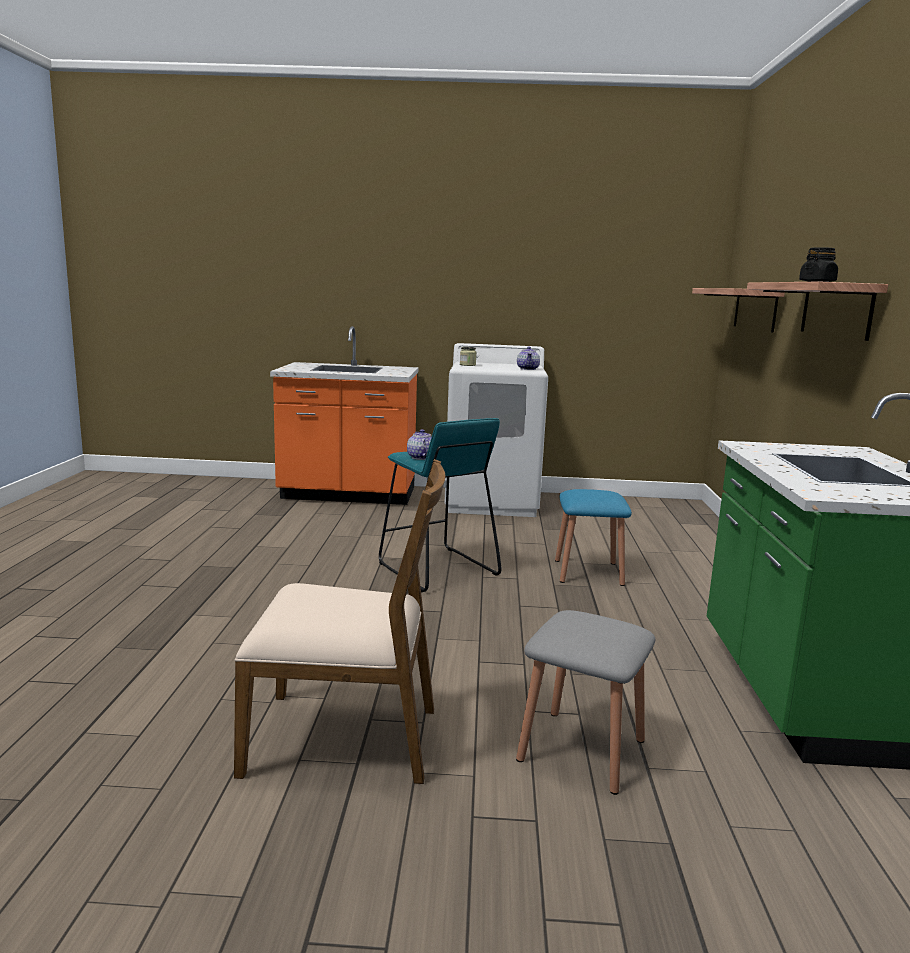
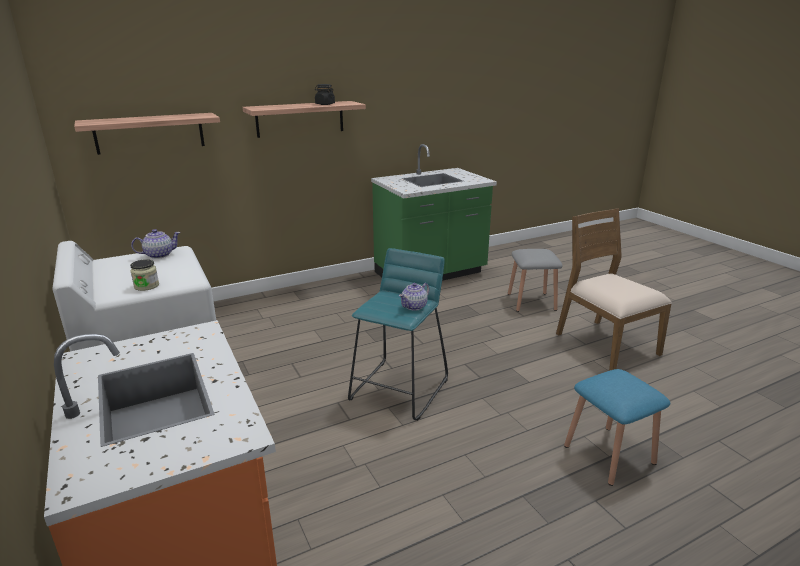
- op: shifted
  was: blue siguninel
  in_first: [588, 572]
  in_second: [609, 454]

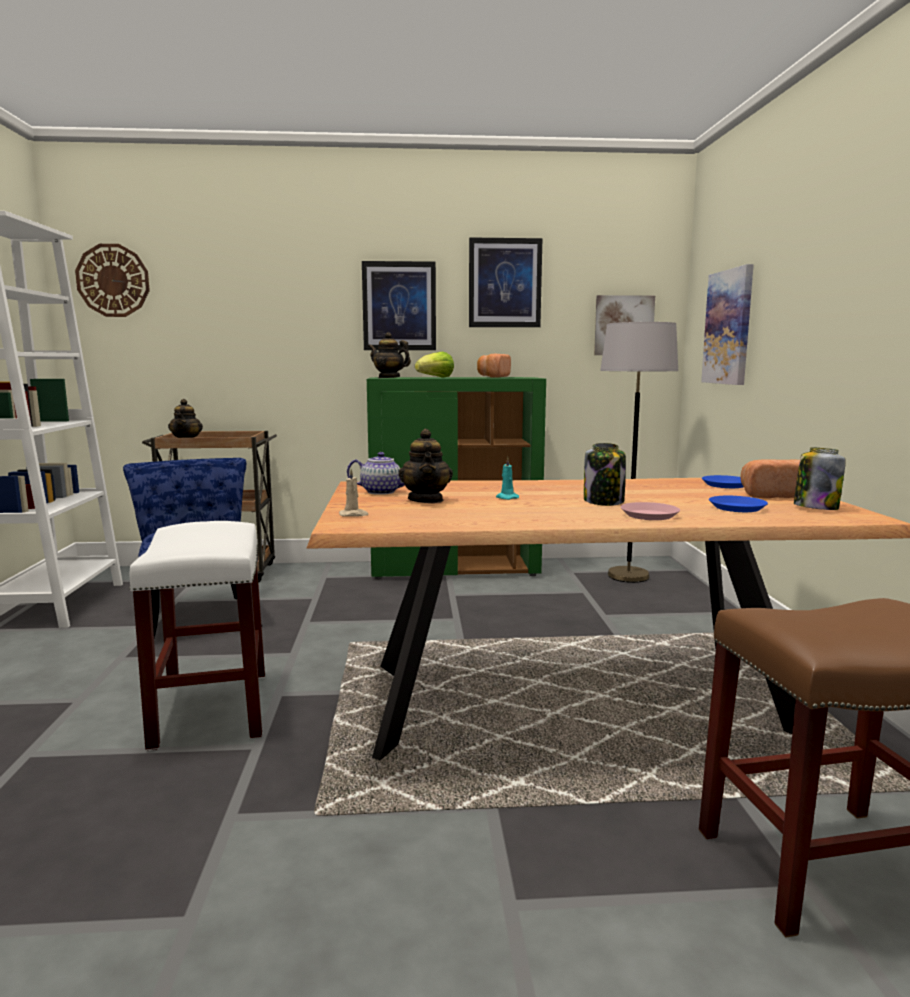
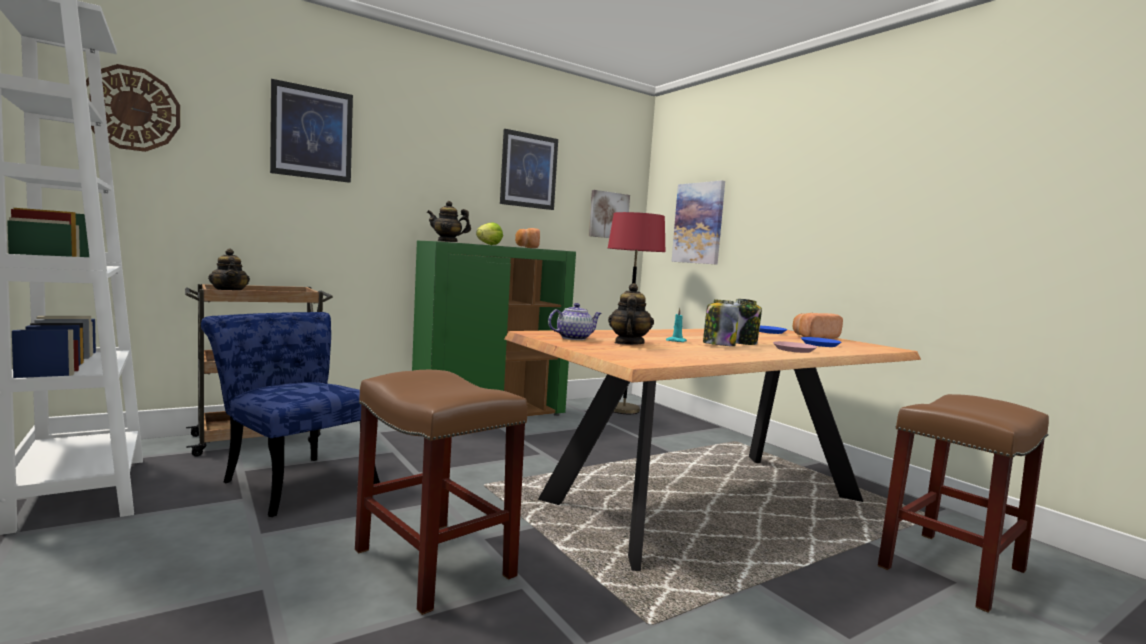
- op: gone
  was: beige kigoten
  in_first: [354, 515]
- op: shifted
  was: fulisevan
  in_first: [399, 306]
  in_second: [312, 133]
- op: shifted
  was: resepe
  in_first: [815, 507]
  in_second: [718, 345]
- op: repainted
  was: white siguninel
  now: brown siguninel
  in_first: [210, 708]
  in_second: [432, 563]
- op: repainted
  was: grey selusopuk
  now: red selusopuk
  in_first: [628, 576]
  in_second: [623, 410]
- op: rotated
  was: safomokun
  in_first: [426, 500]
  in_second: [628, 343]
  clockwise: -135

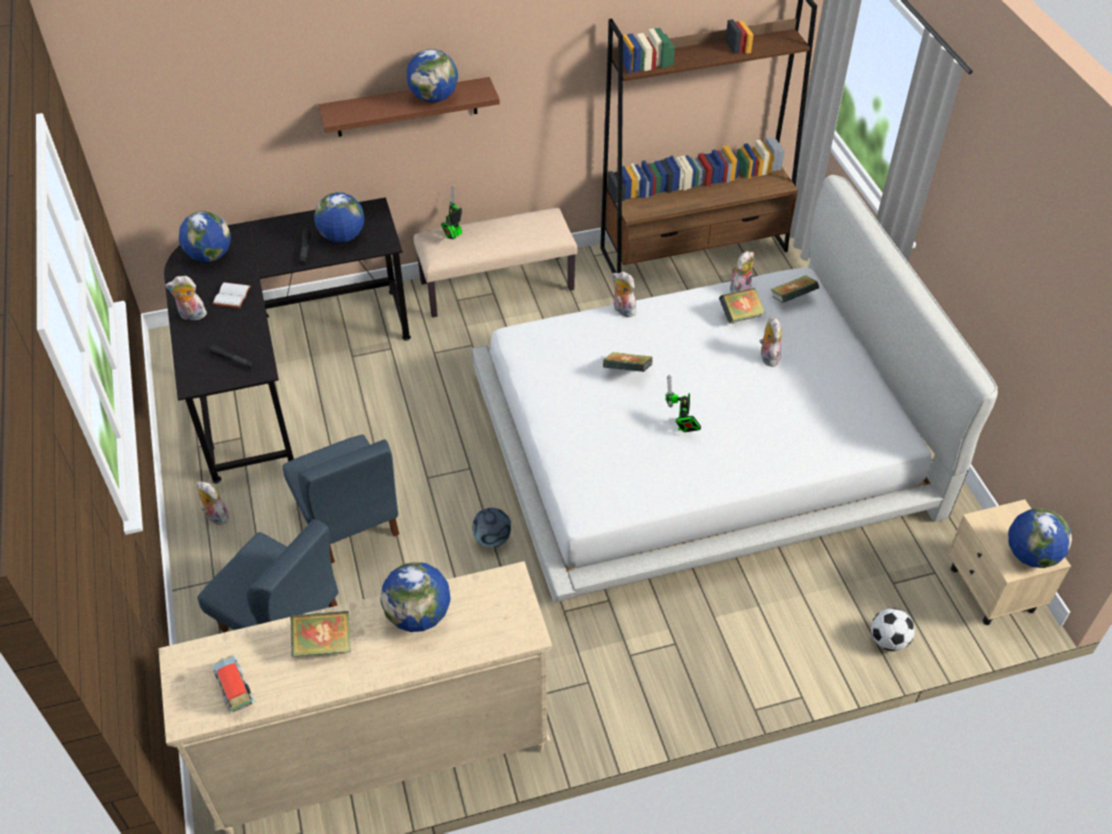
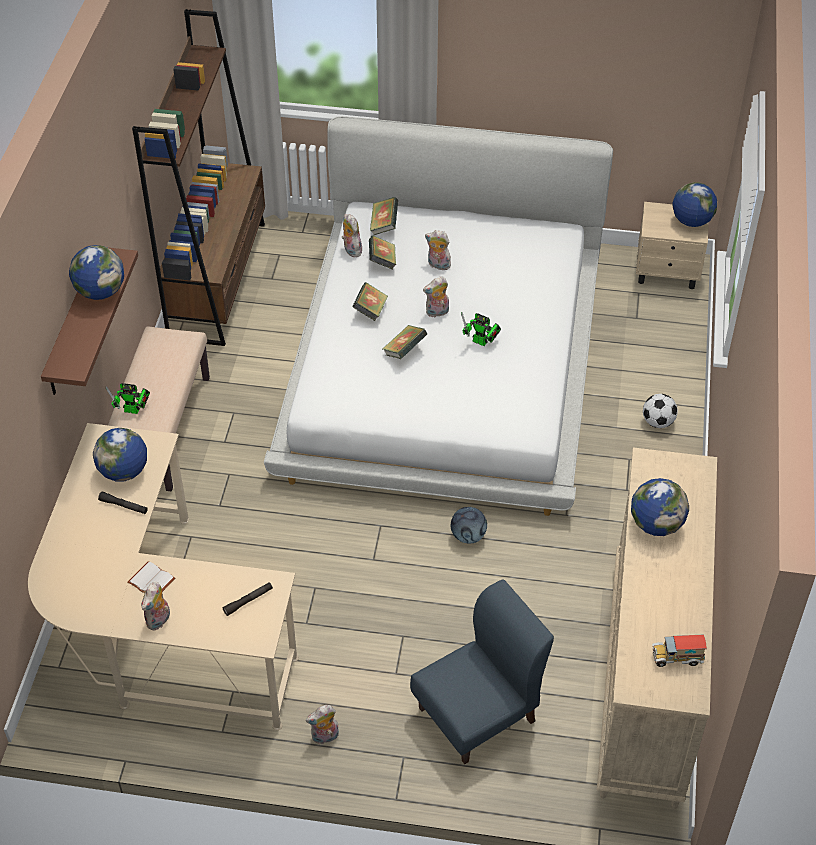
- op: gone
  was: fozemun
  in_first: [210, 256]
- op: gone
  was: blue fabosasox
  in_first: [348, 520]
- op: shifted
  was: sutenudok
  in_first: [323, 644]
  in_second: [370, 311]
- op: shifted
  was: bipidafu
  in_first: [622, 310]
  in_second: [437, 313]
- op: shifted
  was: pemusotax
  in_first: [888, 640]
  in_second: [658, 422]
- op: repainted
  was: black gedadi
  now: beige gedadi
  in_first: [283, 368]
  in_second: [157, 631]
- op: rotated
  was: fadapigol
  in_first: [453, 236]
  in_second: [134, 410]
  clockwise: -60

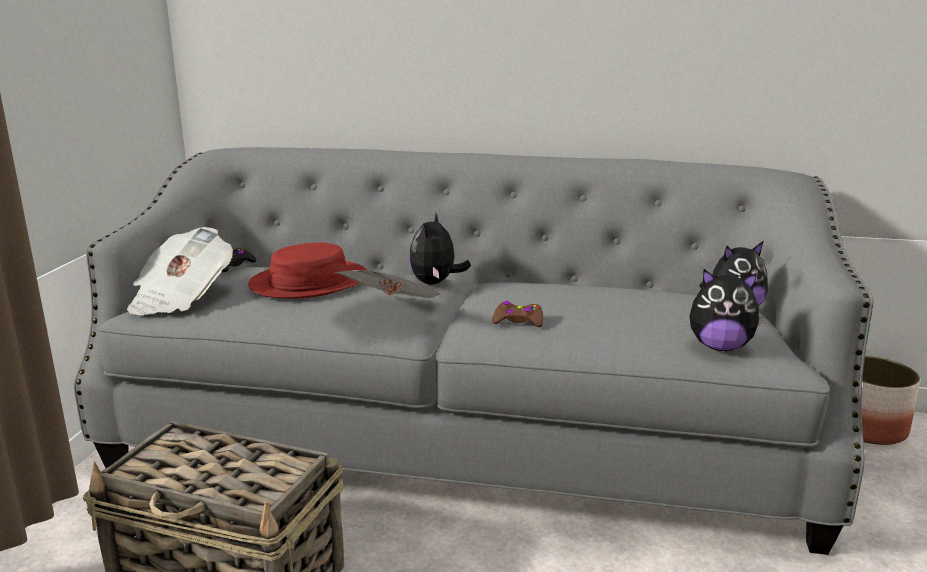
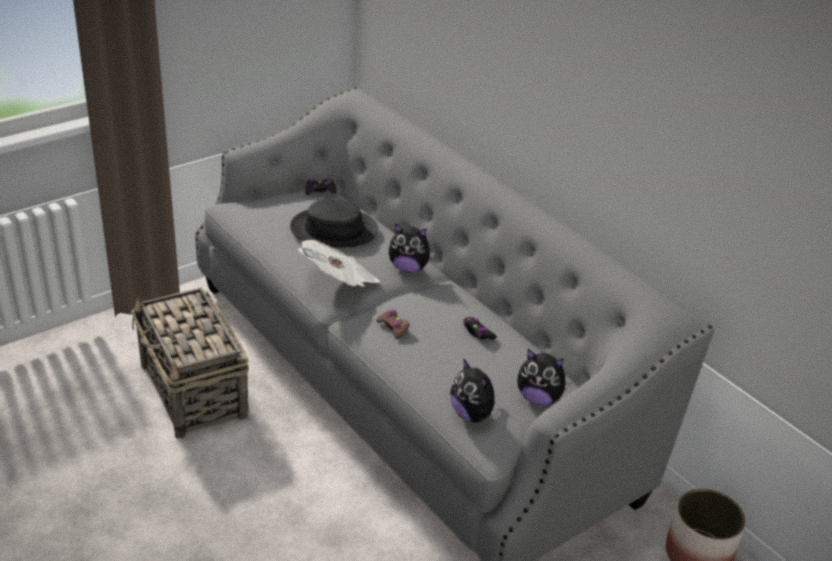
- op: gone
  was: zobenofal
  in_first: [180, 298]
- op: new
  now: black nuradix
  in_second: [478, 332]
- op: repainted
  was: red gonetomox
  now: black gonetomox
  in_first: [309, 282]
  in_second: [334, 229]
- op: rotated
  was: bipidafu
  in_first: [435, 283]
  in_second: [409, 268]
  clockwise: -135

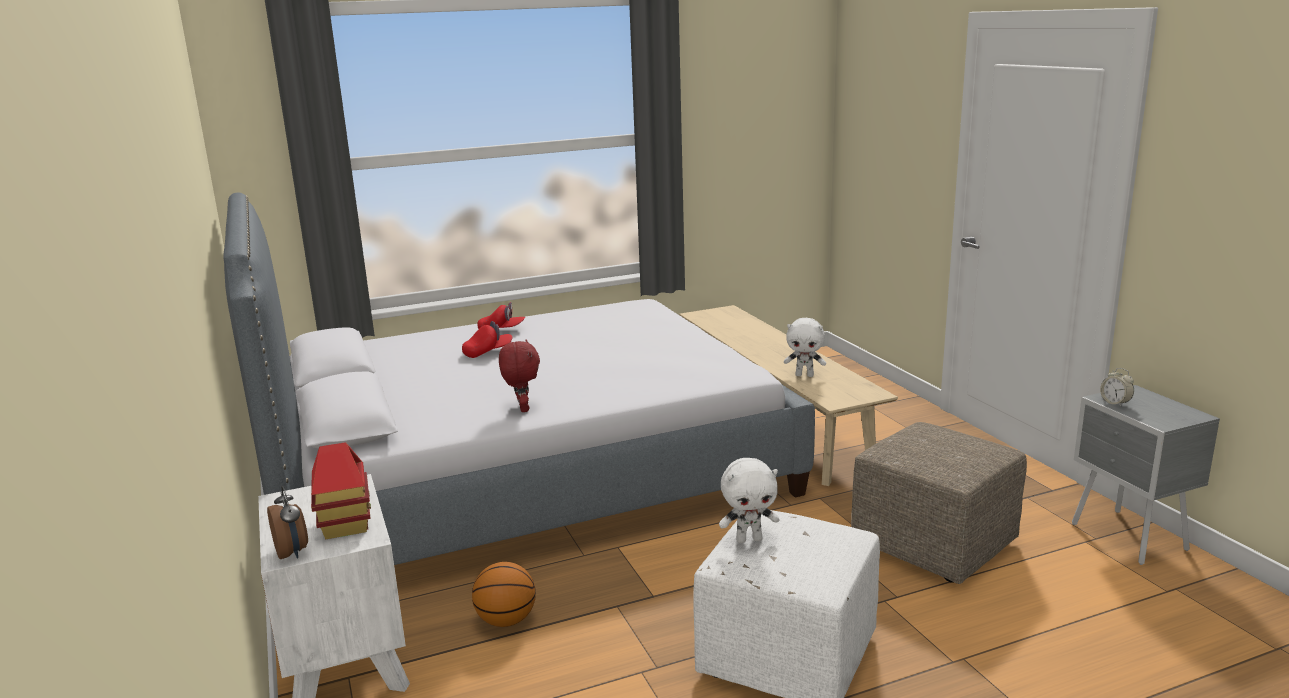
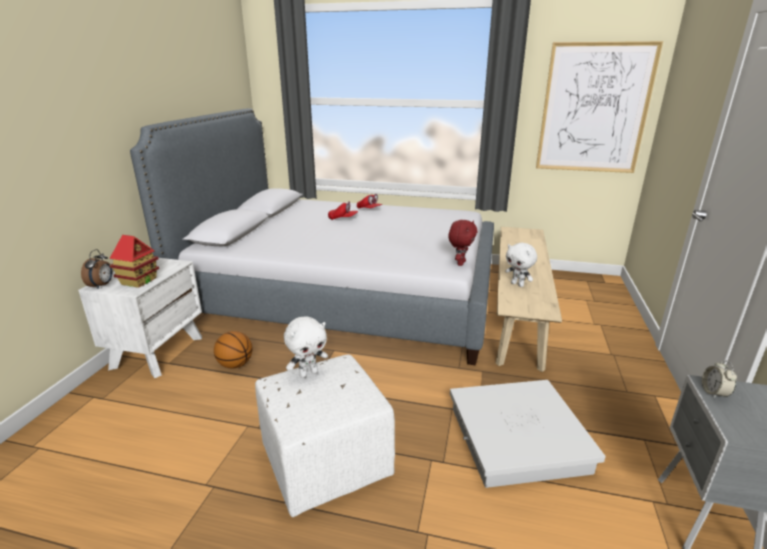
- op: new
  now: fulisevan
  in_second: [594, 109]
- op: shifted
  was: red bipidafu
  in_first: [522, 408]
  in_second: [460, 263]
- op: swapped
  was: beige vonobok
  now: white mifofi
  in_first: [931, 544]
  in_second: [517, 438]
- op: rotated
  was: white bipidafu
  in_first: [749, 539]
  in_second: [308, 373]
  clockwise: -60

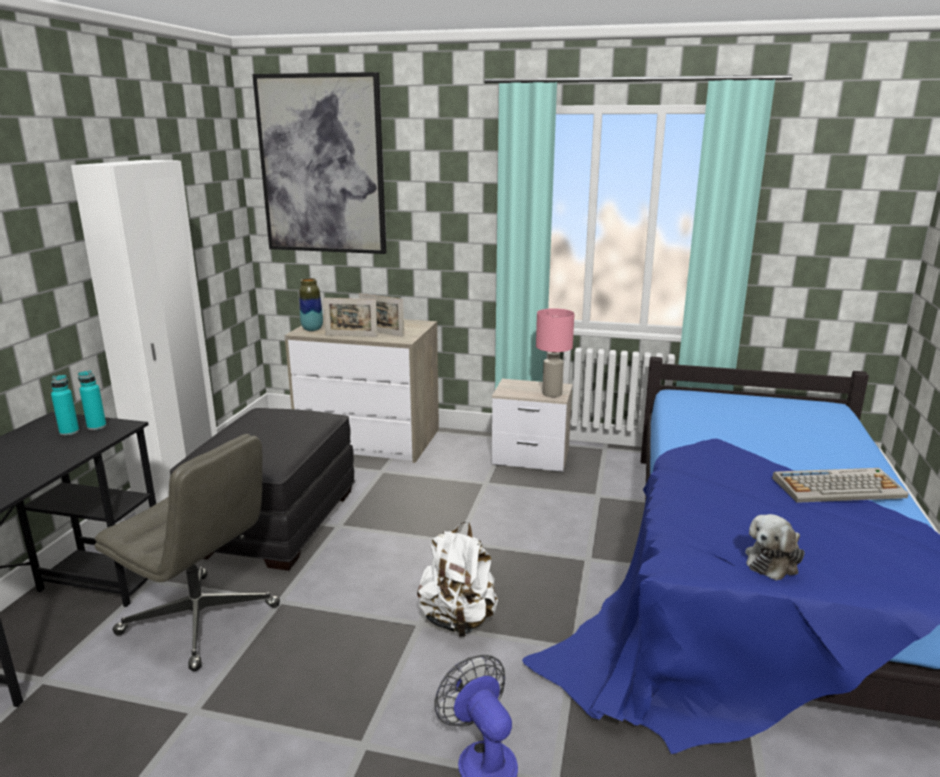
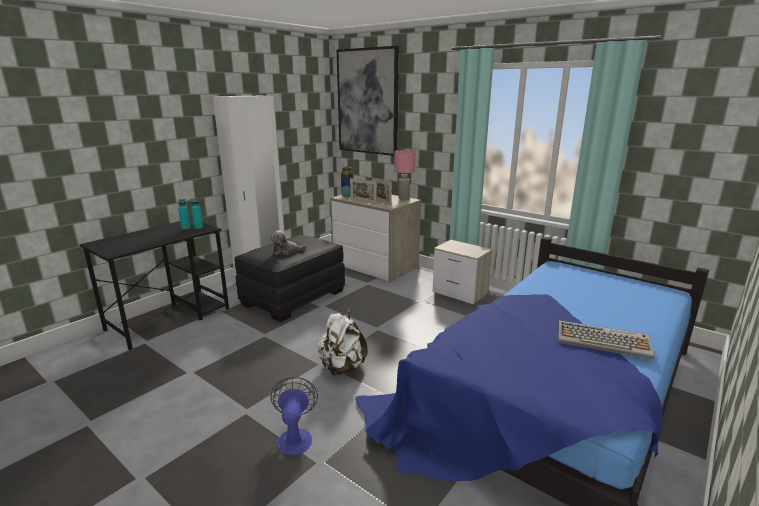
- op: gone
  was: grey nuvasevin
  in_first: [201, 620]
- op: shifted
  was: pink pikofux
  in_first: [551, 394]
  in_second: [403, 199]
- op: shifted
  was: bipidafu
  in_first: [774, 561]
  in_second: [286, 251]

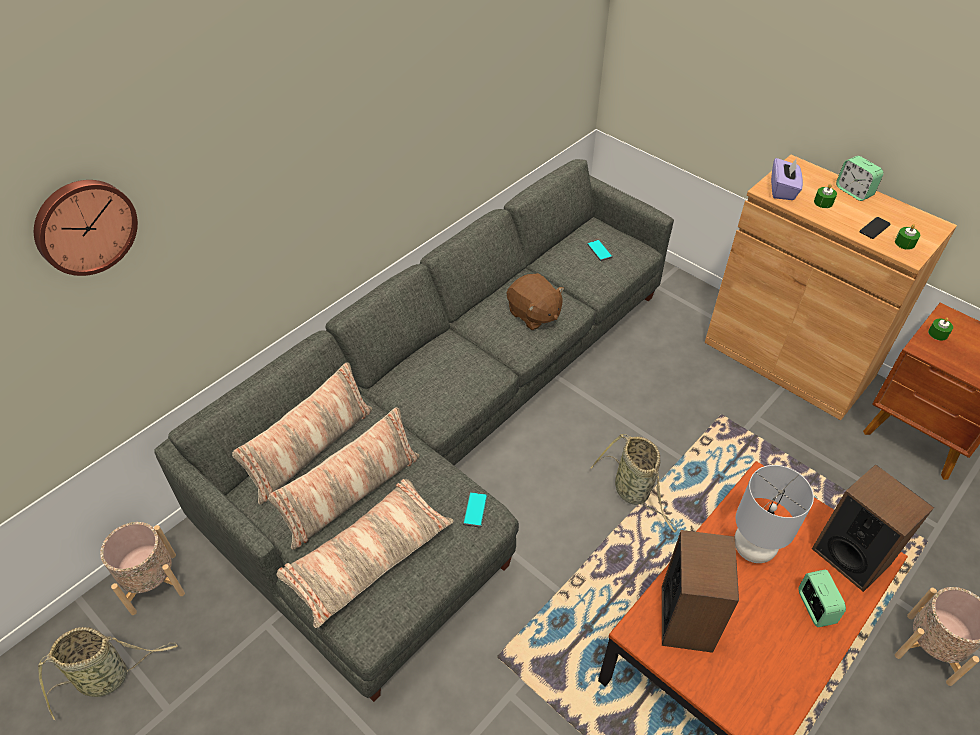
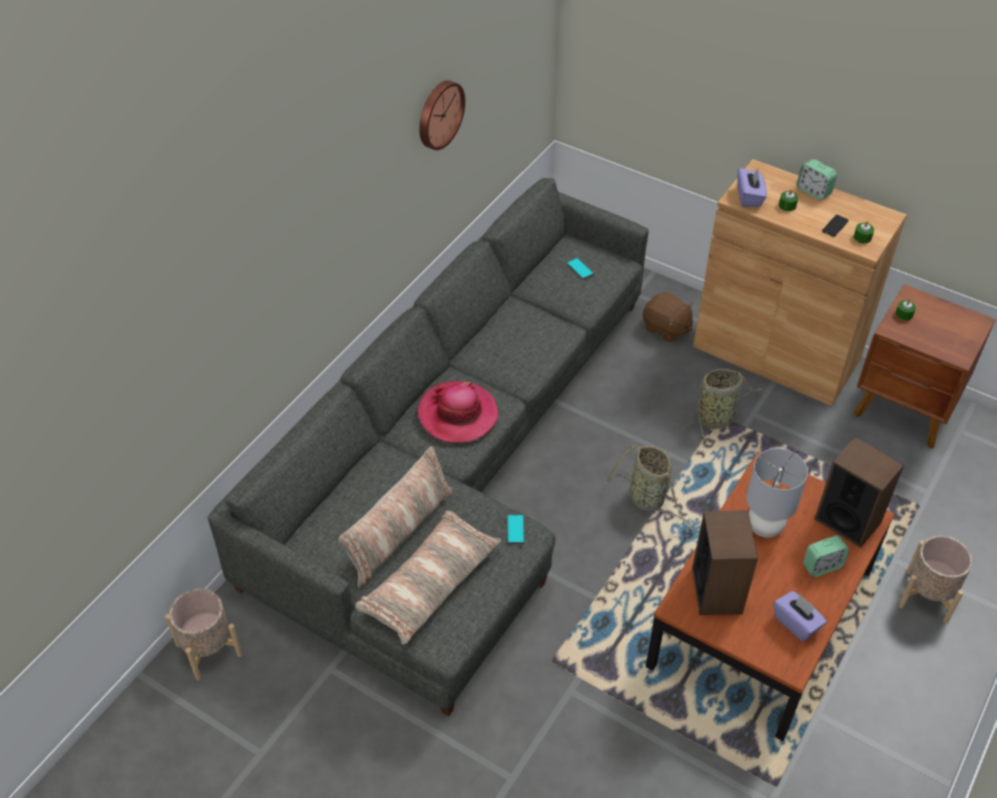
- op: gone
  was: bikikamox
  in_first: [311, 449]
- op: new
  now: gonetomox
  in_second: [458, 414]
- op: new
  now: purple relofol
  in_second: [796, 623]
- op: shifted
  was: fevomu
  in_first: [84, 226]
  in_second: [439, 114]
- op: shifted
  was: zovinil
  in_first: [108, 677]
  in_second: [717, 417]
- op: shifted
  was: brown bipidafu
  in_first: [533, 314]
  in_second: [666, 328]
- op: rotated
  was: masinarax
  in_first: [815, 607]
  in_second: [822, 566]
  clockwise: 90

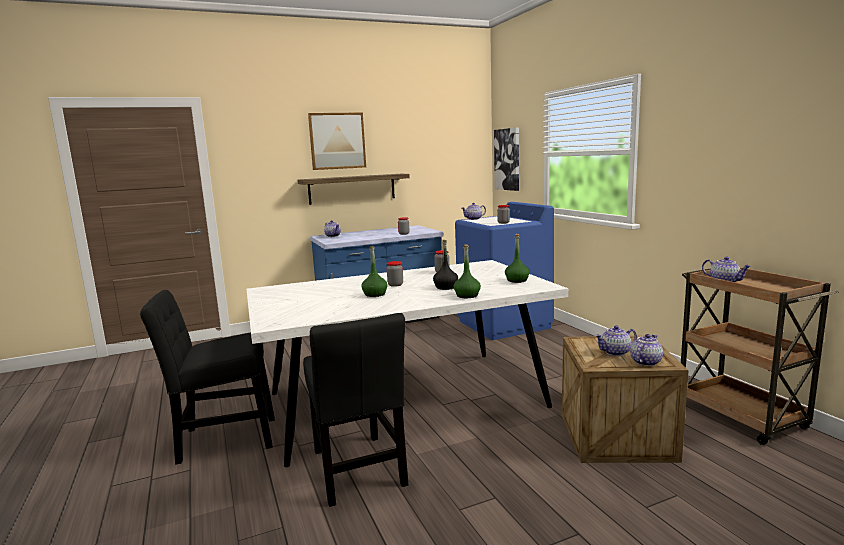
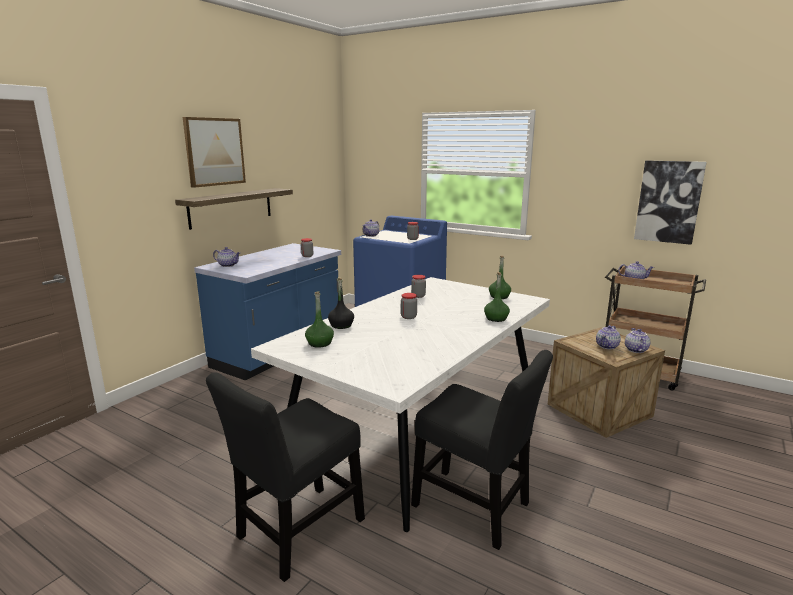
- op: shifted
  was: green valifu
  in_first: [375, 294]
  in_second: [319, 343]
- op: shifted
  was: black valifu
  in_first: [446, 287]
  in_second: [341, 325]
- op: shifted
  was: fulisevan
  in_first: [507, 159]
  in_second: [668, 202]

